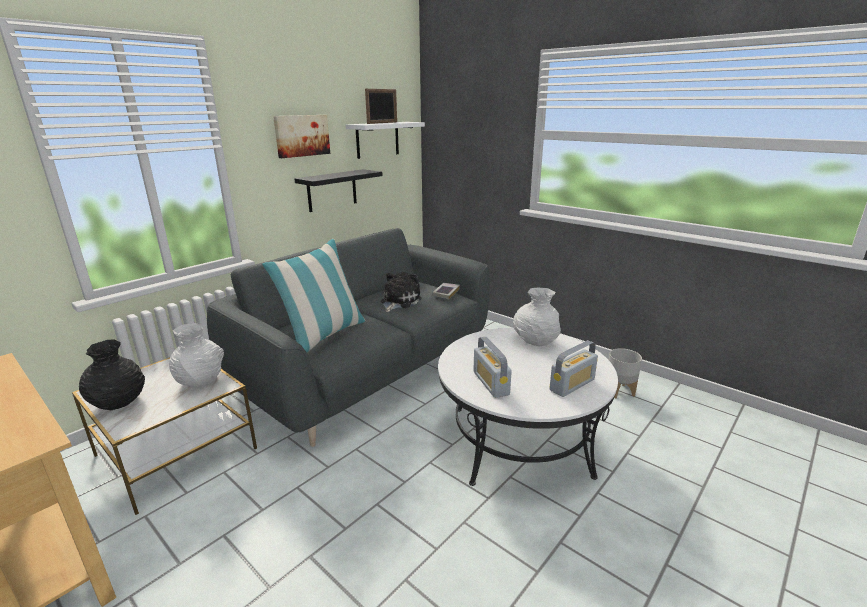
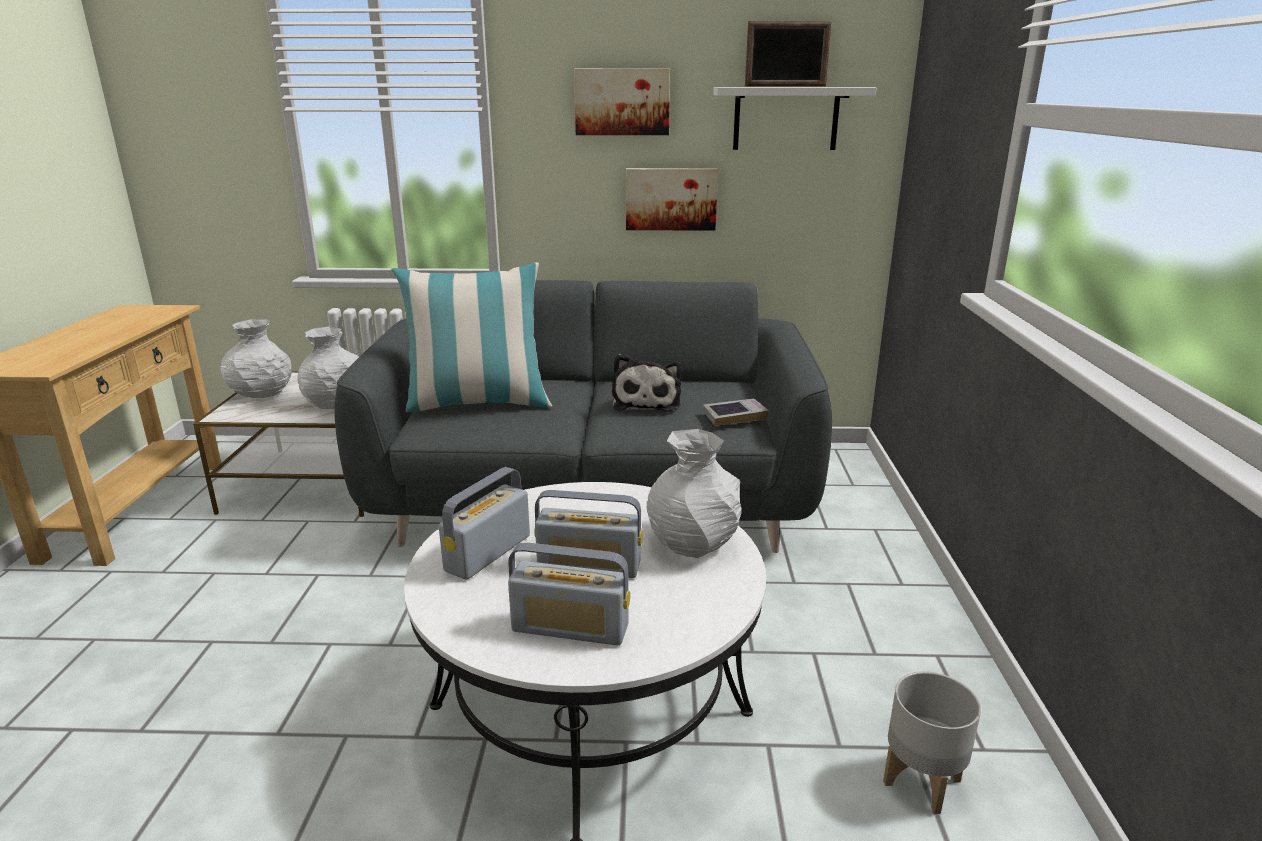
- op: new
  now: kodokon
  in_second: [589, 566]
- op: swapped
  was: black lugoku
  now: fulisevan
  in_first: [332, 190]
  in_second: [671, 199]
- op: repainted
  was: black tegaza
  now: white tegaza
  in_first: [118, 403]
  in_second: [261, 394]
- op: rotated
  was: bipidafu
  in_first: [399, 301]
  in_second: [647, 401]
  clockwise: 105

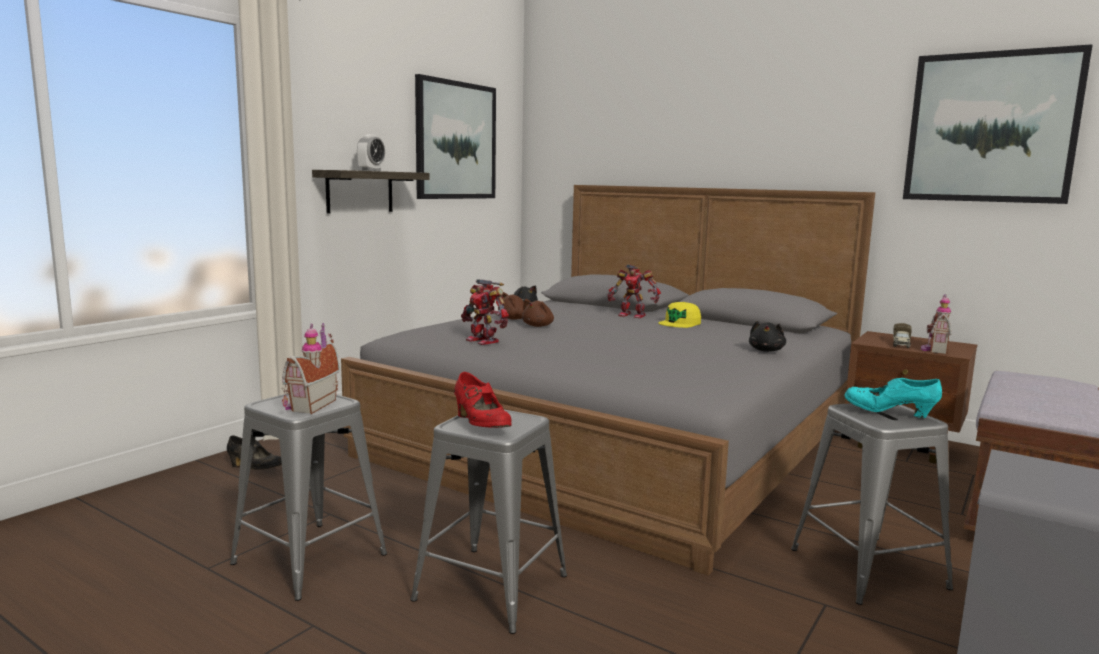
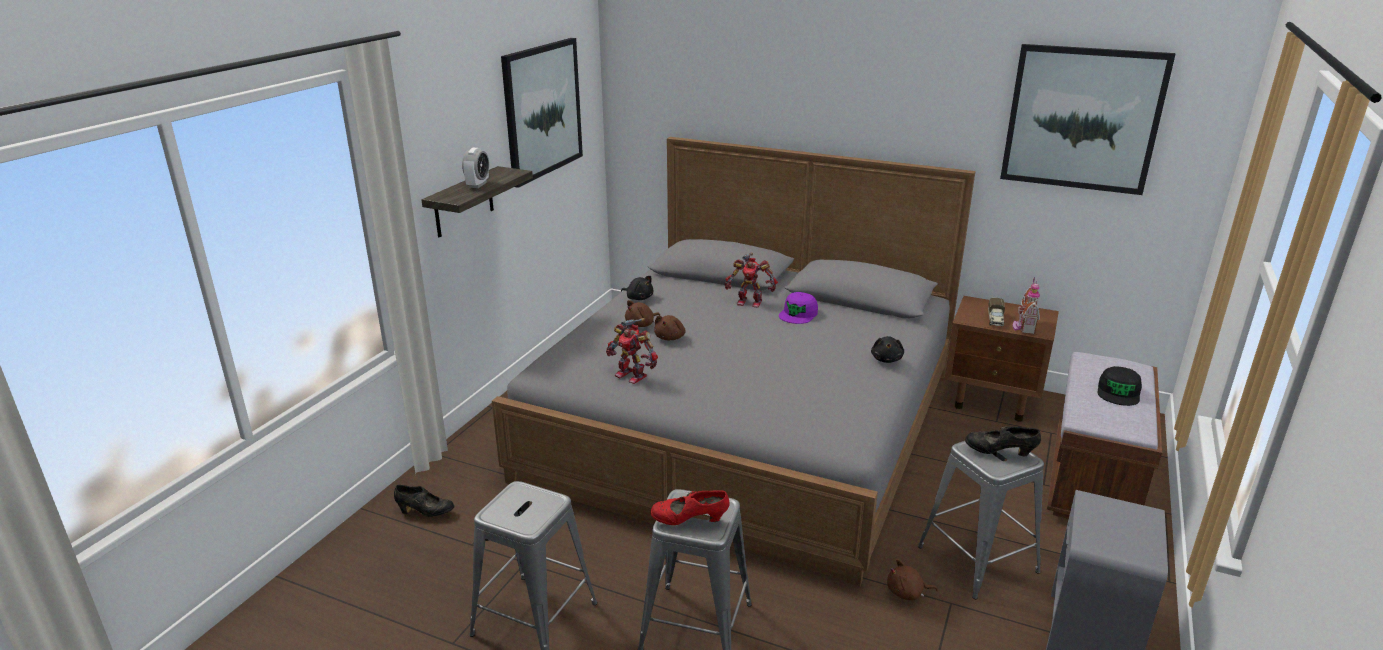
- op: gone
  was: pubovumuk
  in_first: [309, 405]
- op: new
  now: brown bipidafu
  in_second: [907, 593]
- op: new
  now: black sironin
  in_second: [1118, 392]
- op: repainted
  was: yellow sironin
  now: purple sironin
  in_first: [680, 323]
  in_second: [798, 314]
- op: repainted
  was: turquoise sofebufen
  now: black sofebufen
  in_first: [889, 413]
  in_second: [999, 452]
- op: rotated
  was: red sofebufen
  in_first: [481, 425]
  in_second: [689, 521]
  clockwise: 135

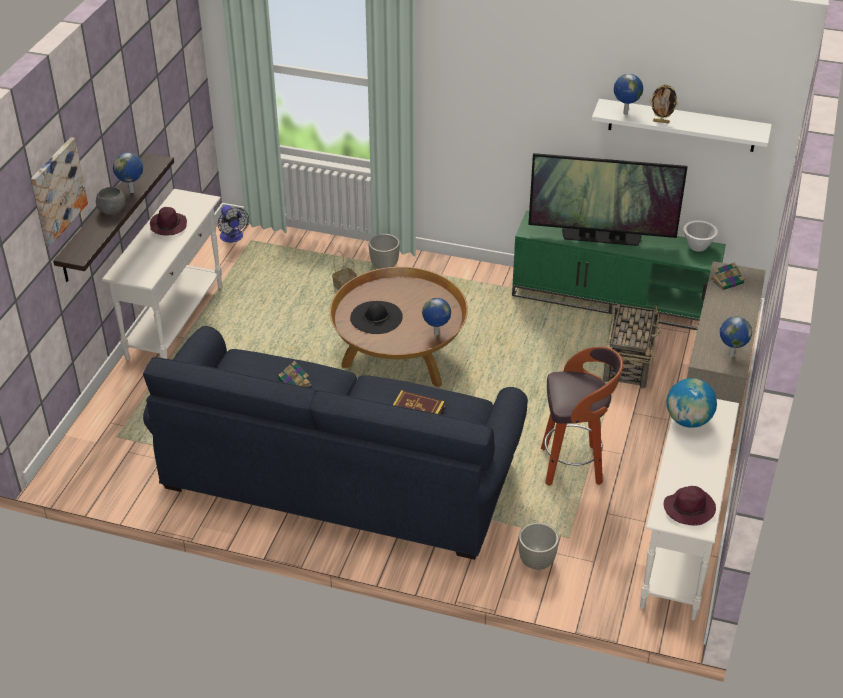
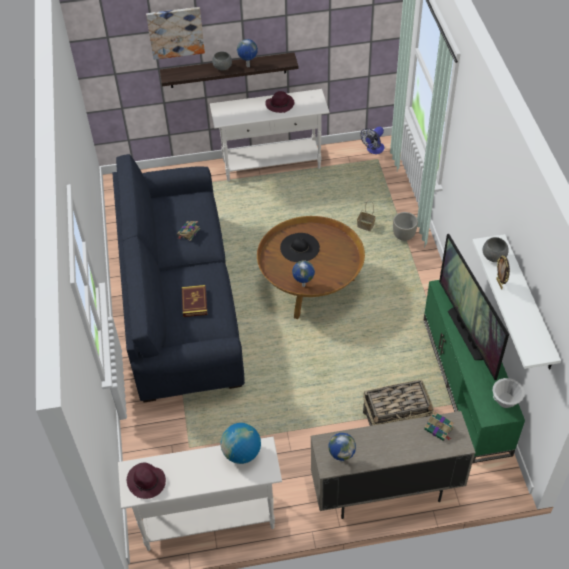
- op: gone
  was: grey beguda
  in_first: [536, 562]
- op: gone
  was: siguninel
  in_first: [573, 465]
- op: swapped
  was: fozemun
  now: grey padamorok
  in_first: [625, 113]
  in_second: [493, 257]

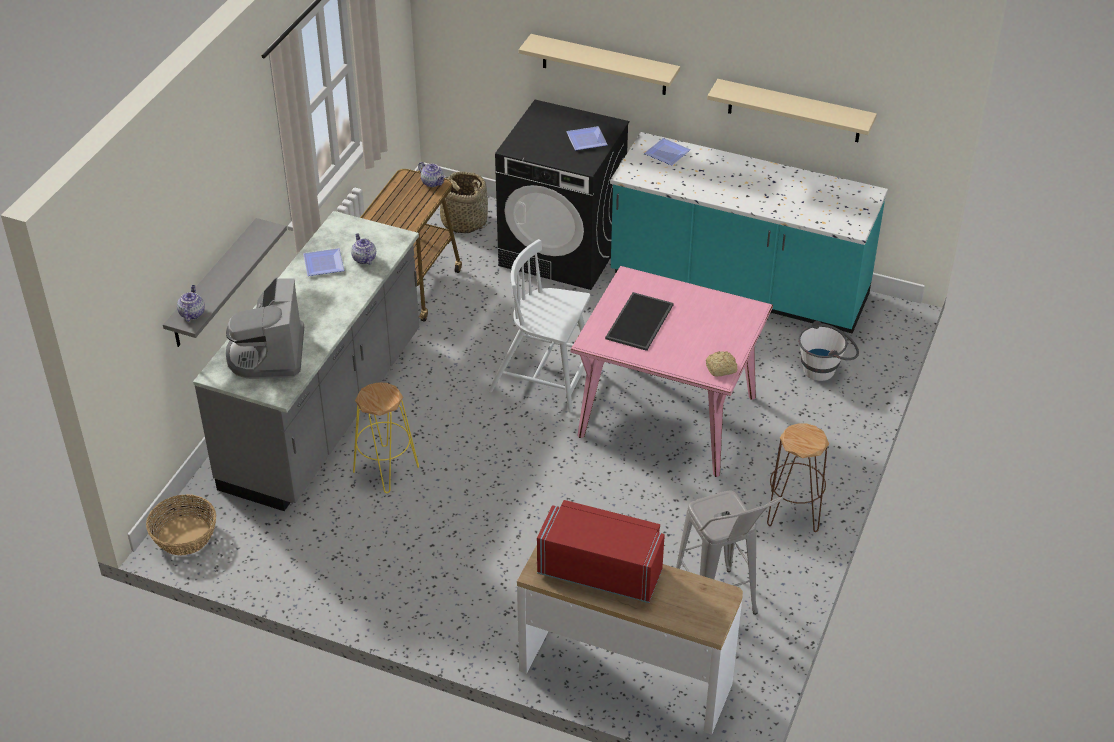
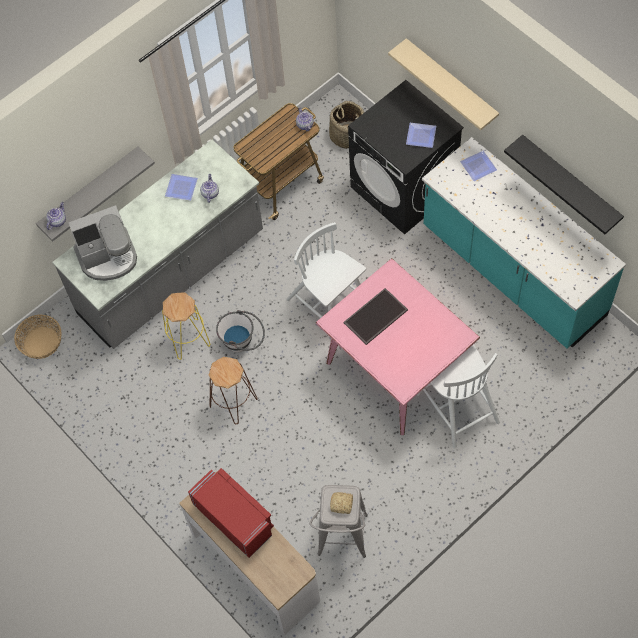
- op: new
  now: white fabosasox
  in_second: [457, 407]
- op: shifted
  was: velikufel
  in_first: [722, 368]
  in_second: [342, 504]
- op: shifted
  was: brown siguninel
  in_first: [793, 511]
  in_second: [233, 402]
- op: shifted
  was: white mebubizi
  in_first: [825, 368]
  in_second: [243, 342]
- op: repainted
  was: beige lugoku
  now: black lugoku
  in_first: [794, 111]
  in_second: [570, 182]
- op: rotated
  was: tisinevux
  in_first: [268, 354]
  in_second: [108, 257]
  clockwise: -135

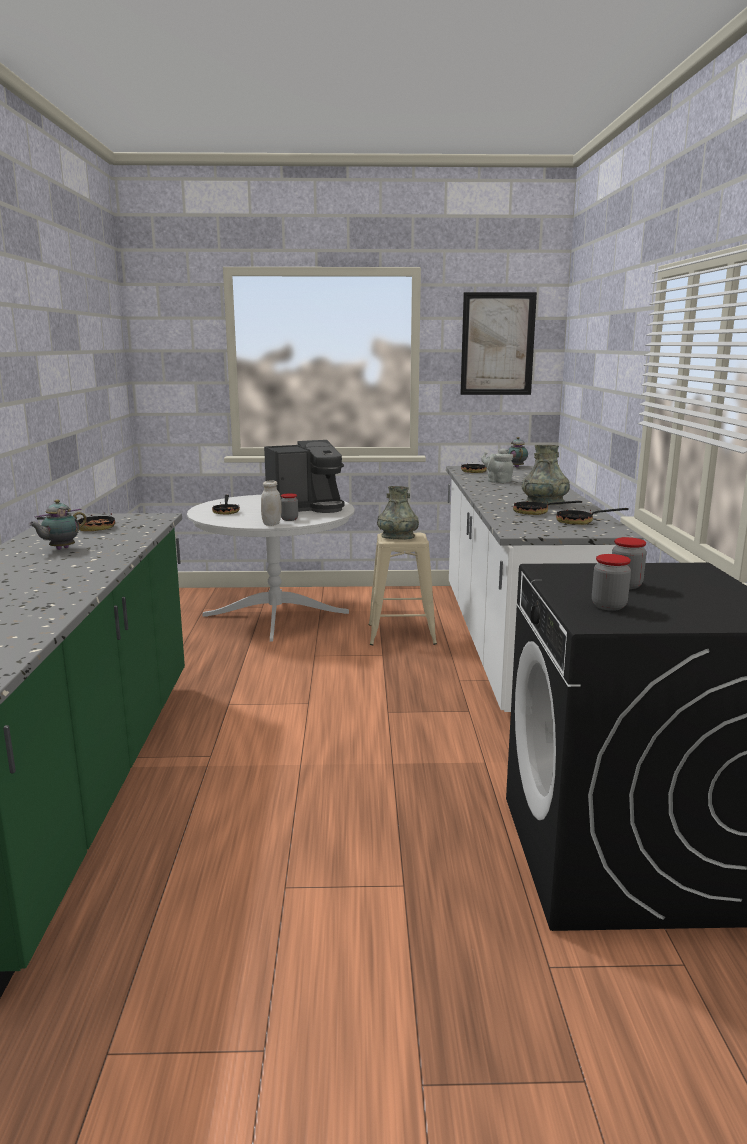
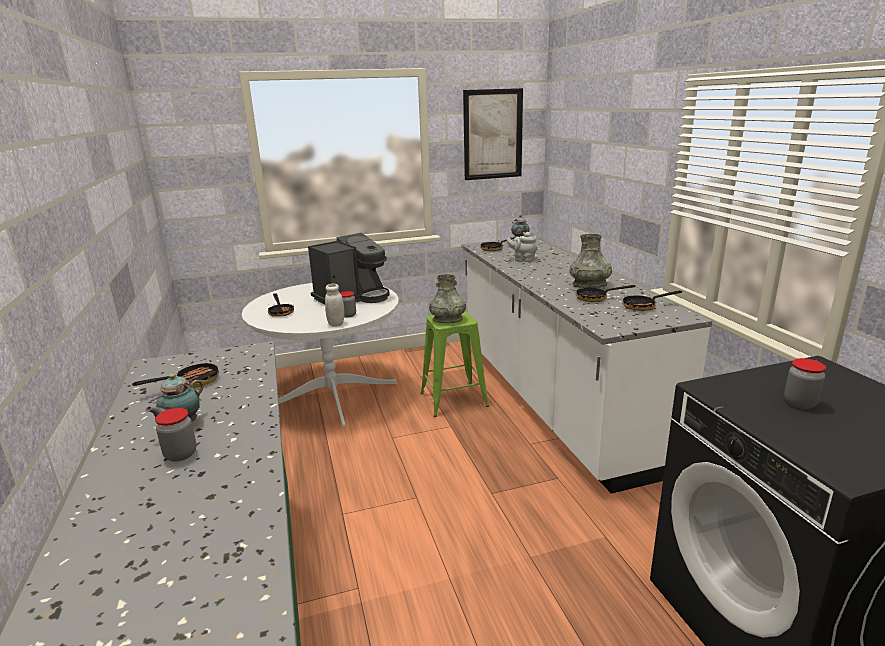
- op: shifted
  was: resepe
  in_first: [608, 606]
  in_second: [181, 454]
- op: repainted
  was: beige siguninel
  now: green siguninel
  in_first: [400, 634]
  in_second: [453, 400]

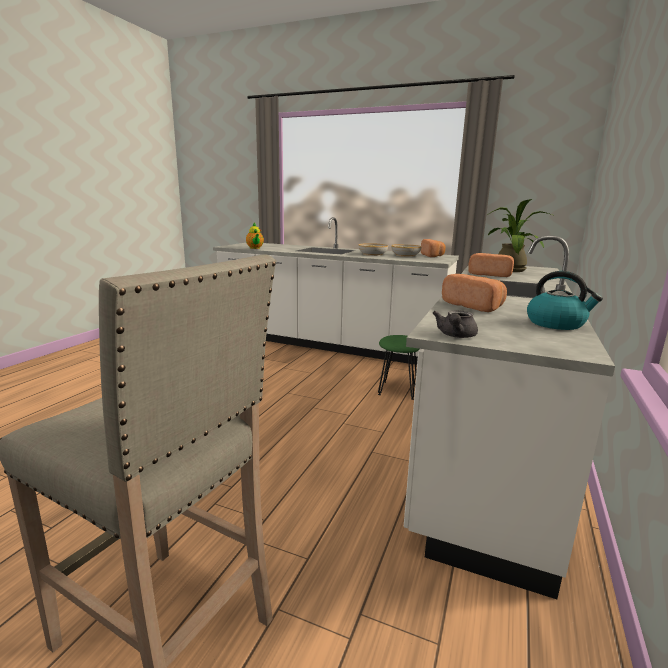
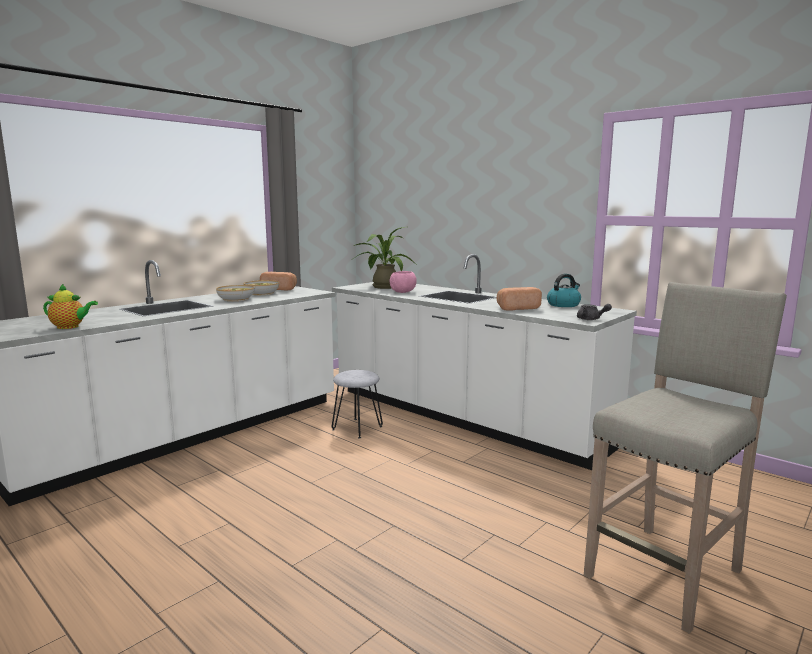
- op: swapped
  was: velikufel
  now: pink padamorok
  in_first: [490, 275]
  in_second: [403, 292]
- op: repainted
  was: green siguninel
  now: grey siguninel
  in_first: [398, 390]
  in_second: [357, 428]

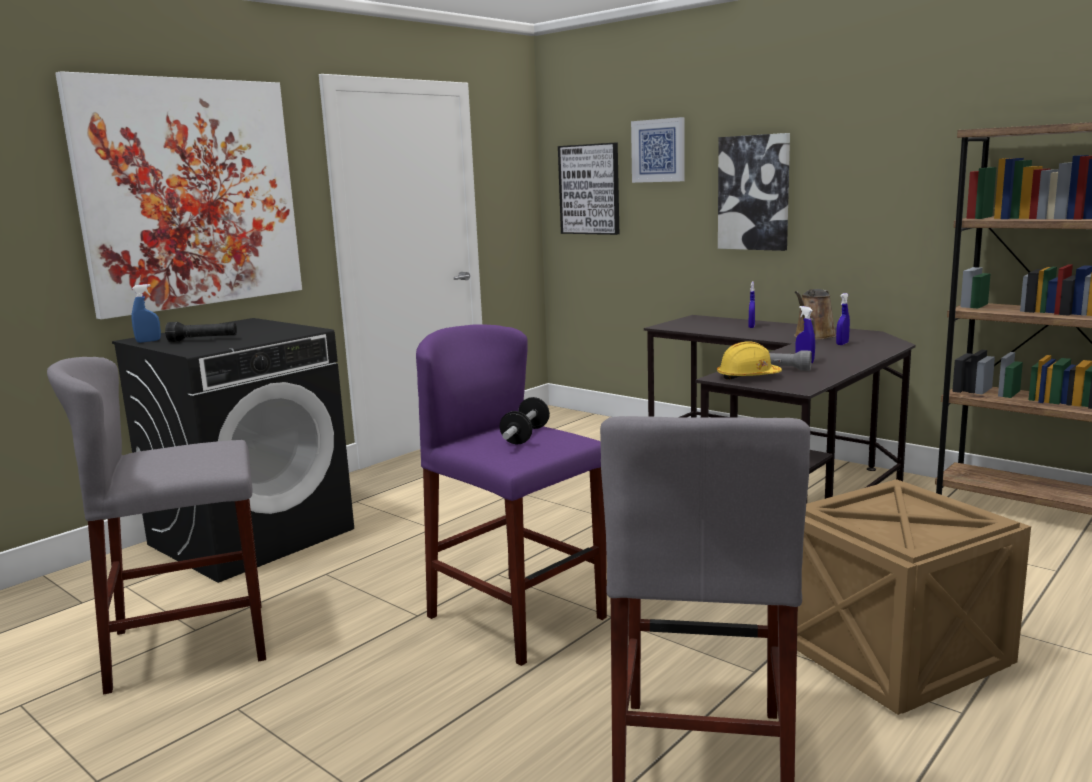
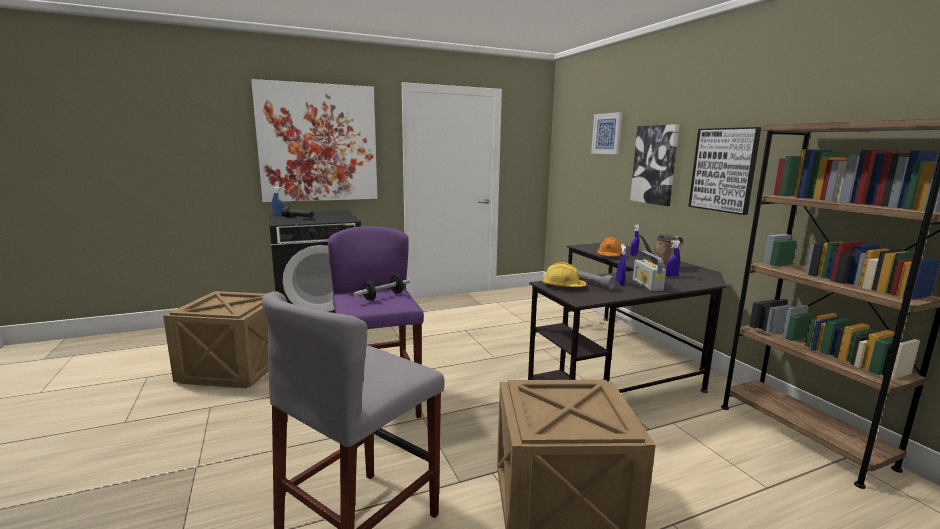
- op: new
  now: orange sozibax
  in_second: [609, 255]
- op: new
  now: kodokon
  in_second: [647, 285]
- op: shifted
  was: fulisevan
  in_first: [590, 189]
  in_second: [723, 170]
- op: swapped
  was: grey siguninel
  now: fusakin
  in_first: [190, 645]
  in_second: [232, 369]

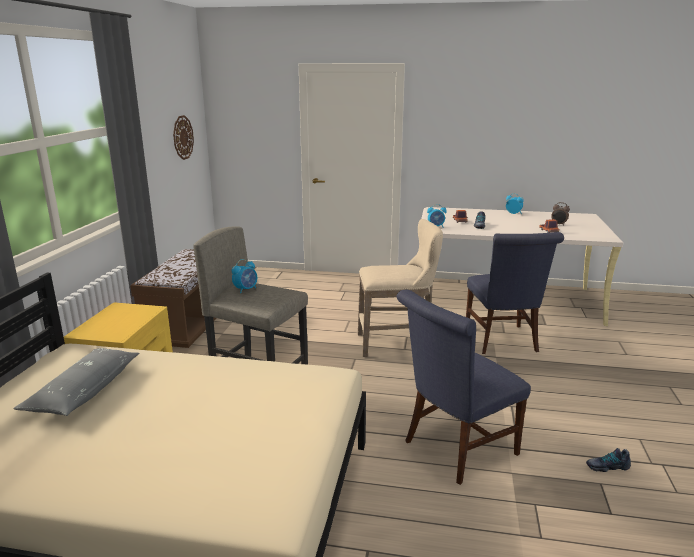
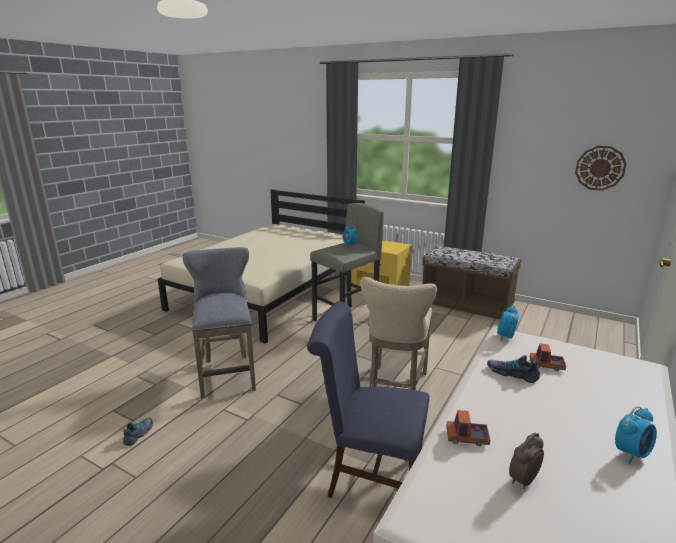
- op: gone
  was: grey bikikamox
  in_first: [84, 391]
- op: swapped
  was: blue fabosasox
  now: grey siguninel
  in_first: [455, 449]
  in_second: [227, 372]

